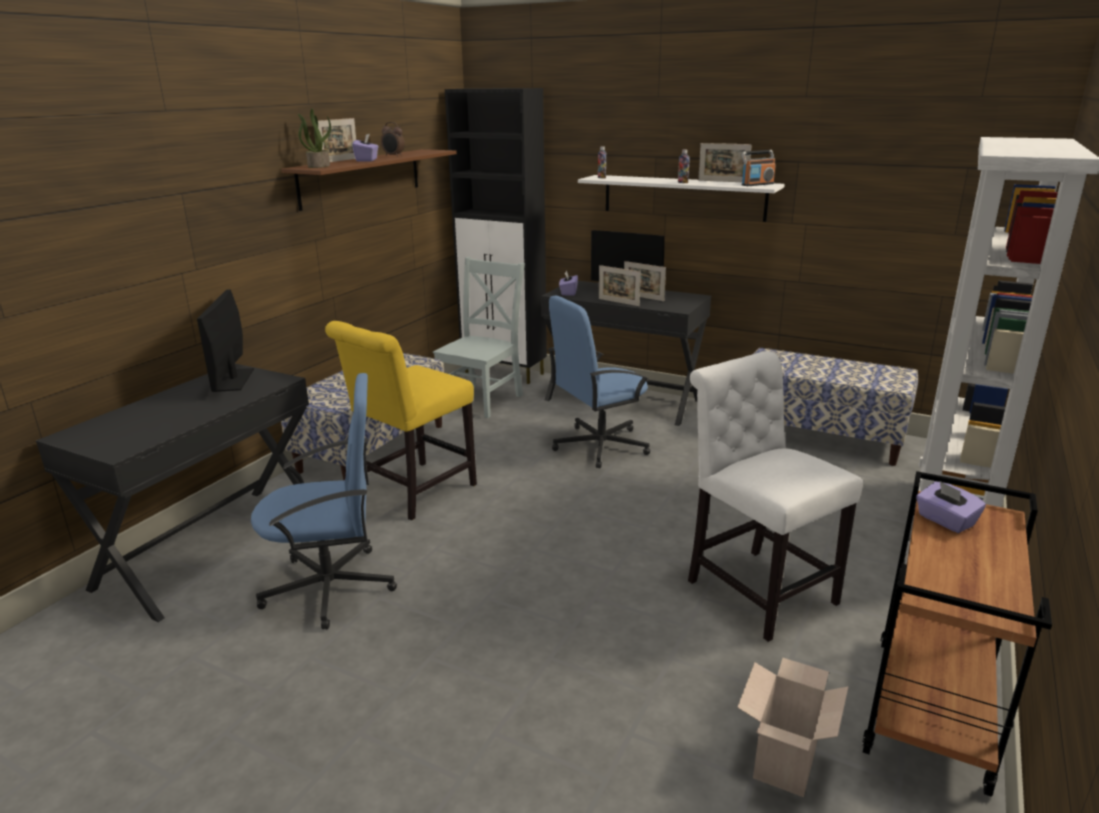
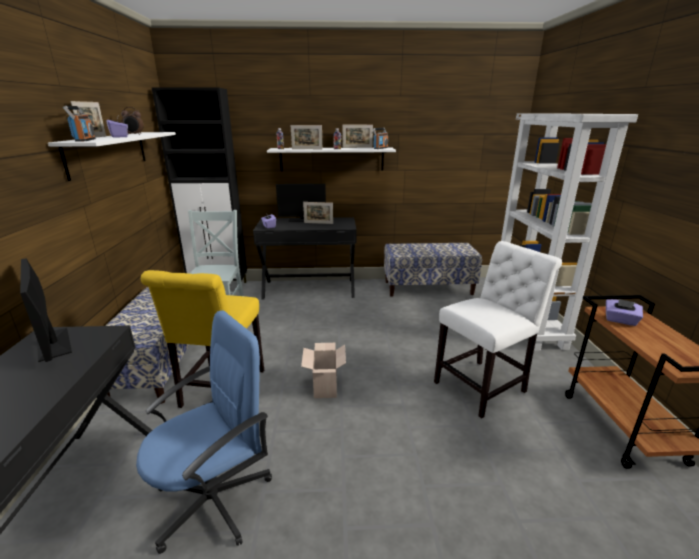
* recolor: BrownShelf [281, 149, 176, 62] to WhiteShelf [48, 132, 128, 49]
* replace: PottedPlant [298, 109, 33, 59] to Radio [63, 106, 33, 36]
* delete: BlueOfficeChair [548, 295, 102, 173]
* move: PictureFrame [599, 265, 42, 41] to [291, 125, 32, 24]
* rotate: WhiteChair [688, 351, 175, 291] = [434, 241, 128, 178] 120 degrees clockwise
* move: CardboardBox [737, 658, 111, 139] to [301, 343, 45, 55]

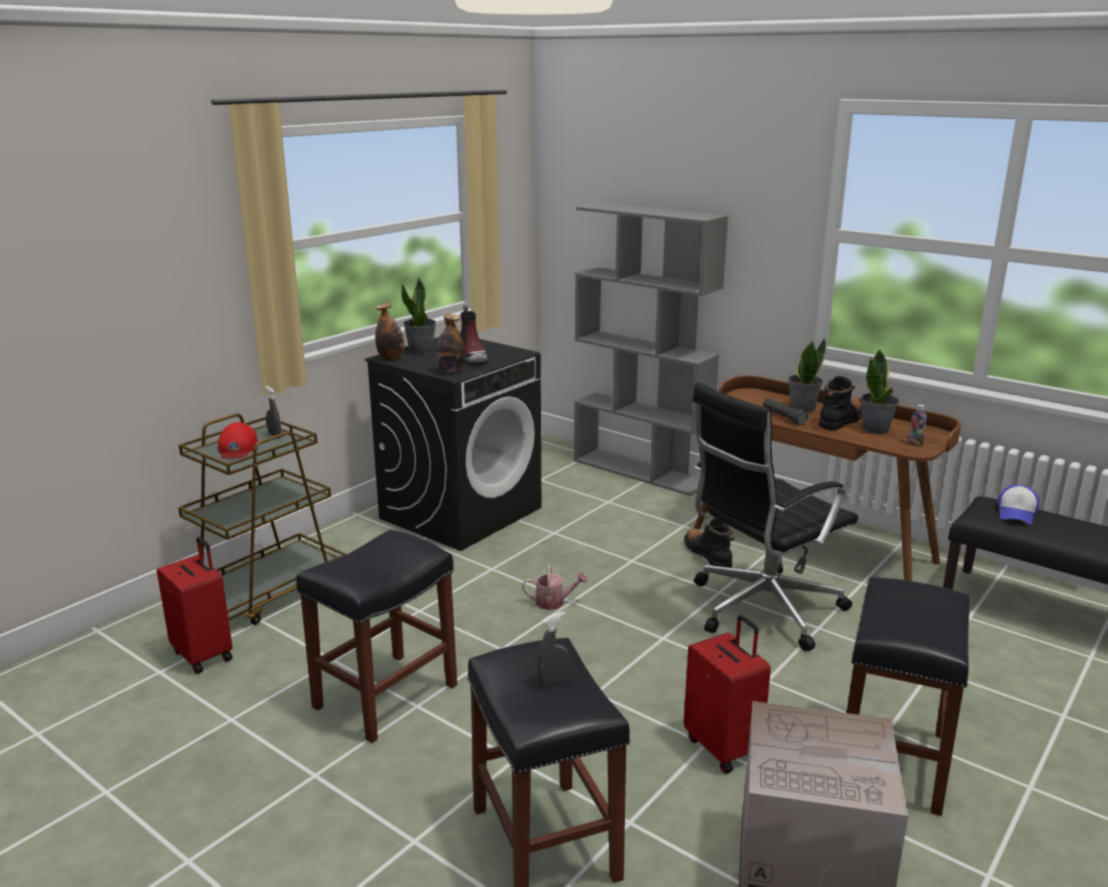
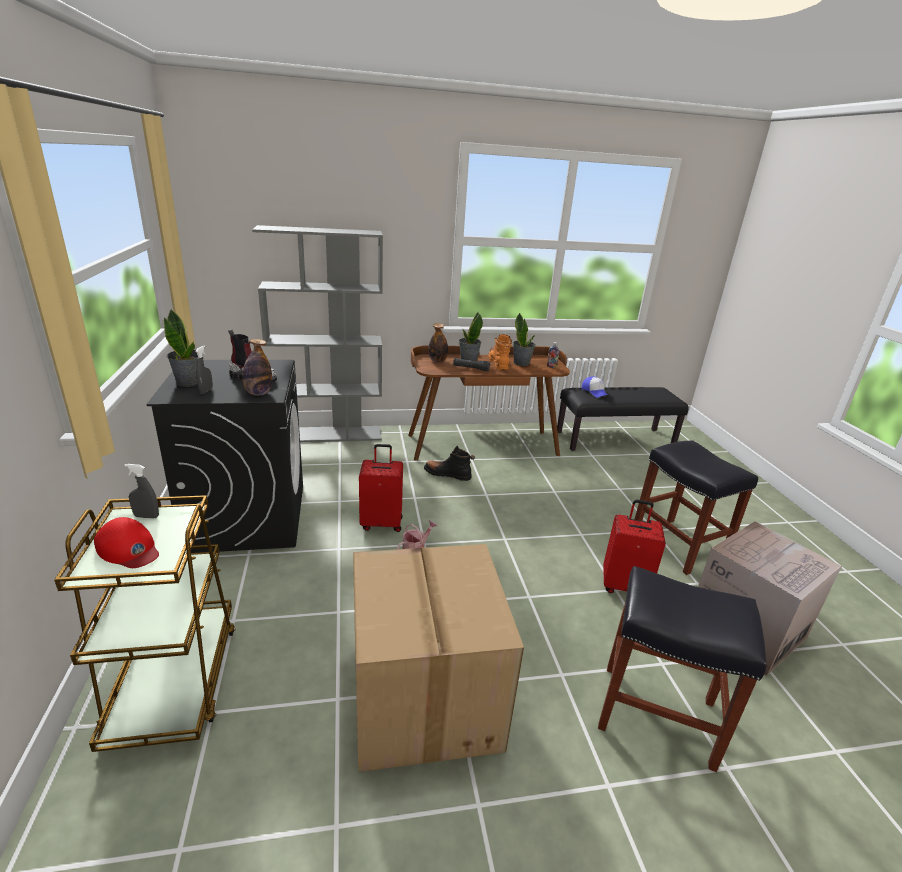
* move: RedSuitcase [157, 537, 76, 137] to [359, 444, 44, 88]
* replace: BlackStool [296, 529, 161, 214] to CardboardBox [353, 544, 171, 228]
* move: Bottle [375, 303, 29, 57] to [429, 323, 19, 39]
* move: GreySprayBottle [537, 612, 32, 75] to [195, 346, 18, 48]
* delete: BlackOfficeChair [692, 382, 166, 269]
* recolor: BlackBoot [819, 376, 44, 55] to OrangeBoot [488, 334, 24, 36]

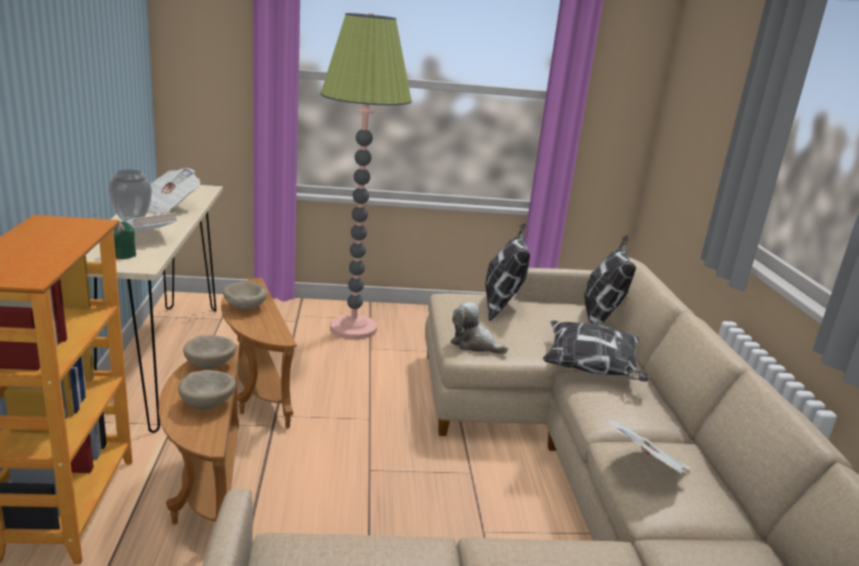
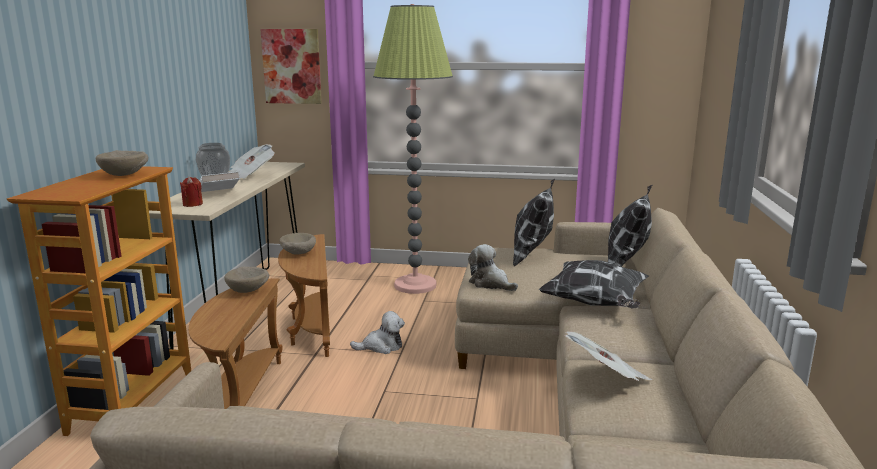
* recolor: GreenCandle [113, 221, 23, 38] to RedCandle [180, 177, 23, 30]
* move: BeigeBowl [178, 370, 58, 40] to [96, 150, 53, 26]
* insert: Picture [260, 29, 62, 75]
* insert: PlushToy [350, 311, 55, 43]

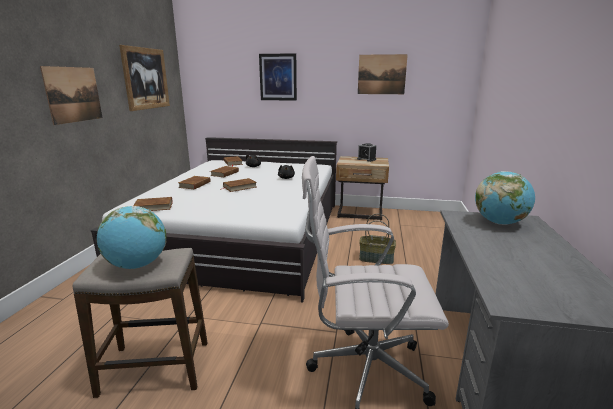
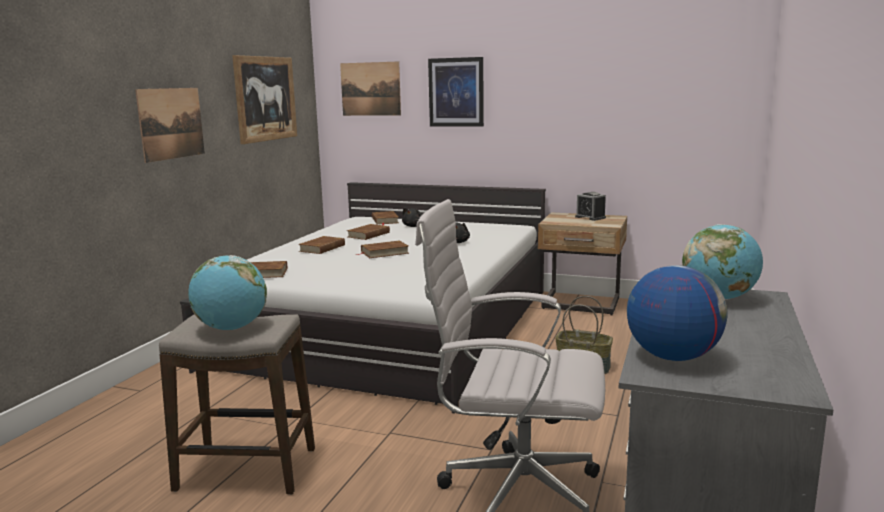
* move: Picture [358, 54, 50, 40] to [340, 61, 61, 55]
* insert: Globe [627, 265, 101, 96]

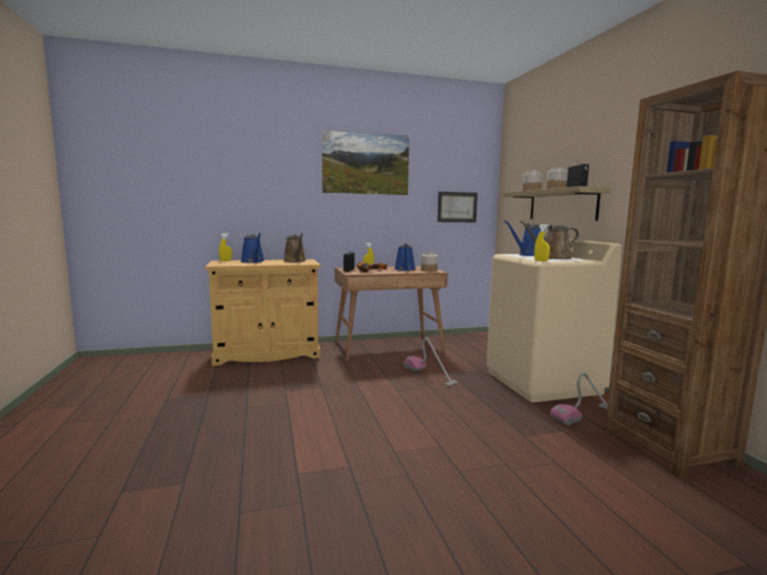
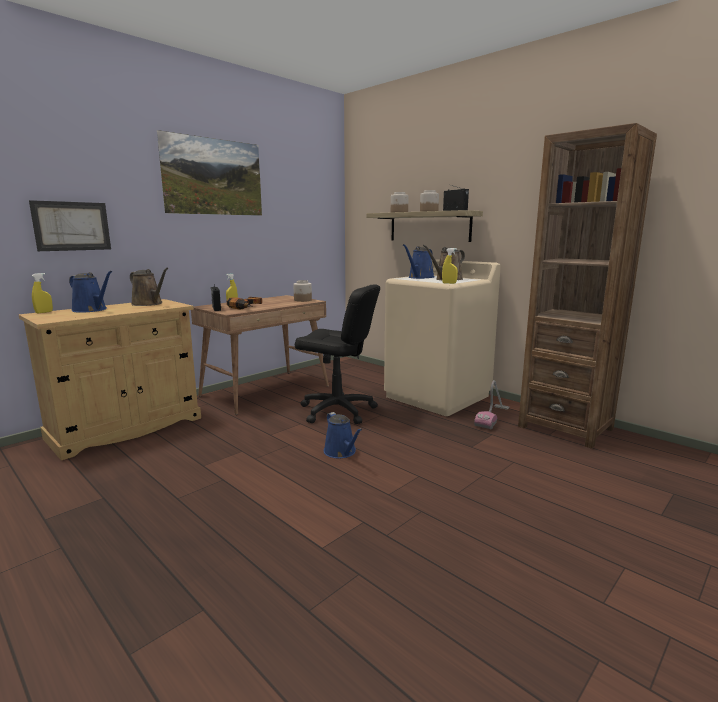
* move: BlueWateringCan [394, 243, 21, 28] to [324, 412, 39, 46]
* replace: VacuumCleaner [403, 338, 55, 48] to BlackOfficeChair [295, 284, 85, 140]
* move: Picture [437, 192, 40, 30] to [29, 200, 82, 51]

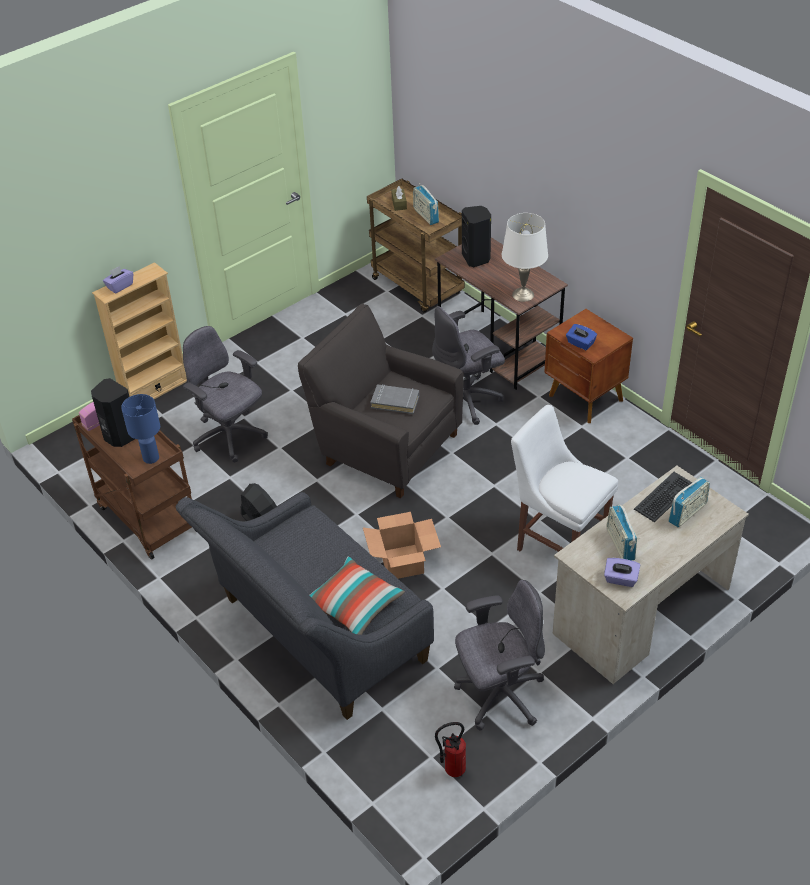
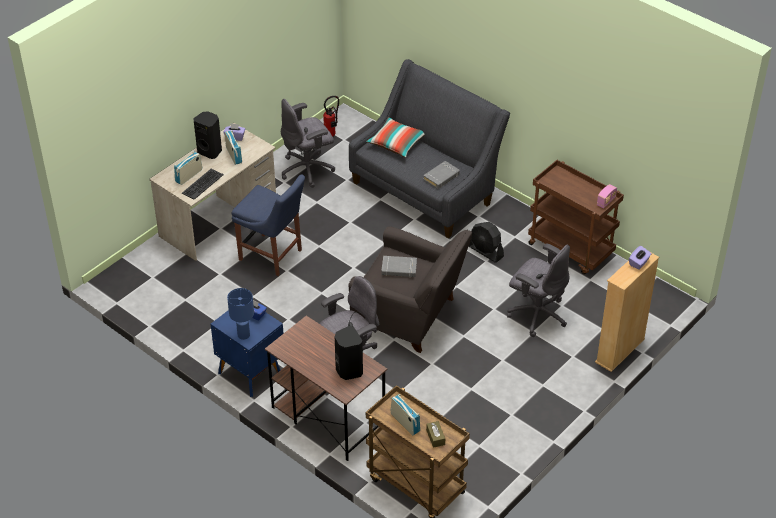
* move: BlackSpeaker [91, 378, 44, 69] to [193, 112, 29, 47]
* move: BlueTableLamp [121, 394, 39, 70] to [227, 288, 27, 52]
* delete: CardboardBox [363, 512, 78, 67]
* delete: WhiteTableLamp [502, 213, 46, 89]
* recolor: WhiteChair [511, 405, 107, 147] to BlueChair [232, 174, 73, 102]
* recolor: BrownNightstand [545, 309, 88, 114] to BlueNightstand [210, 305, 73, 92]
* insert: GreyBook [423, 161, 37, 28]

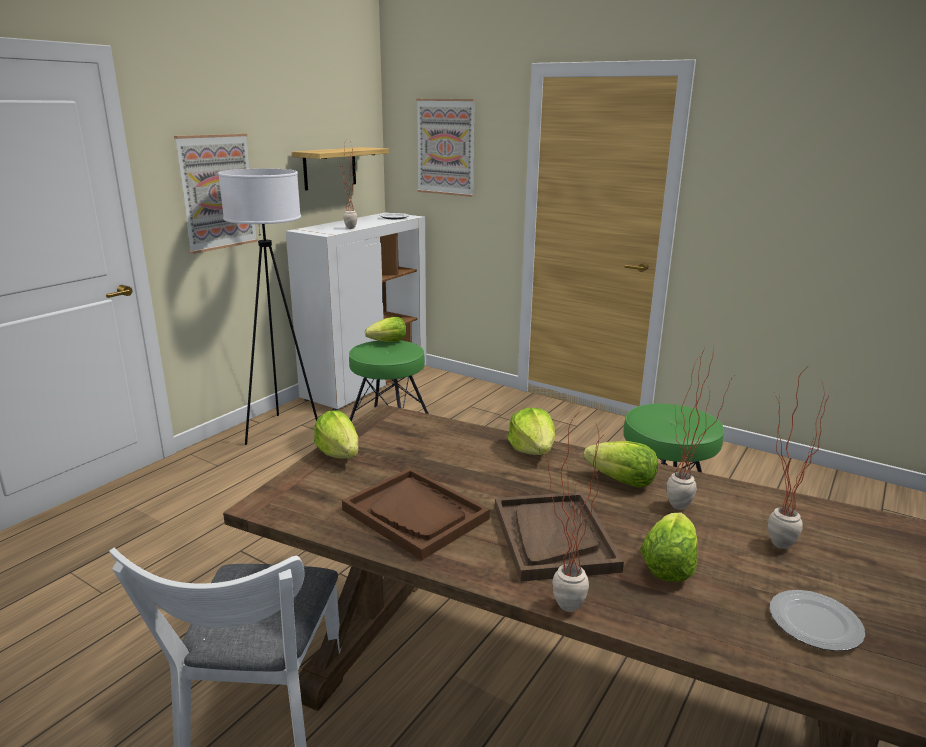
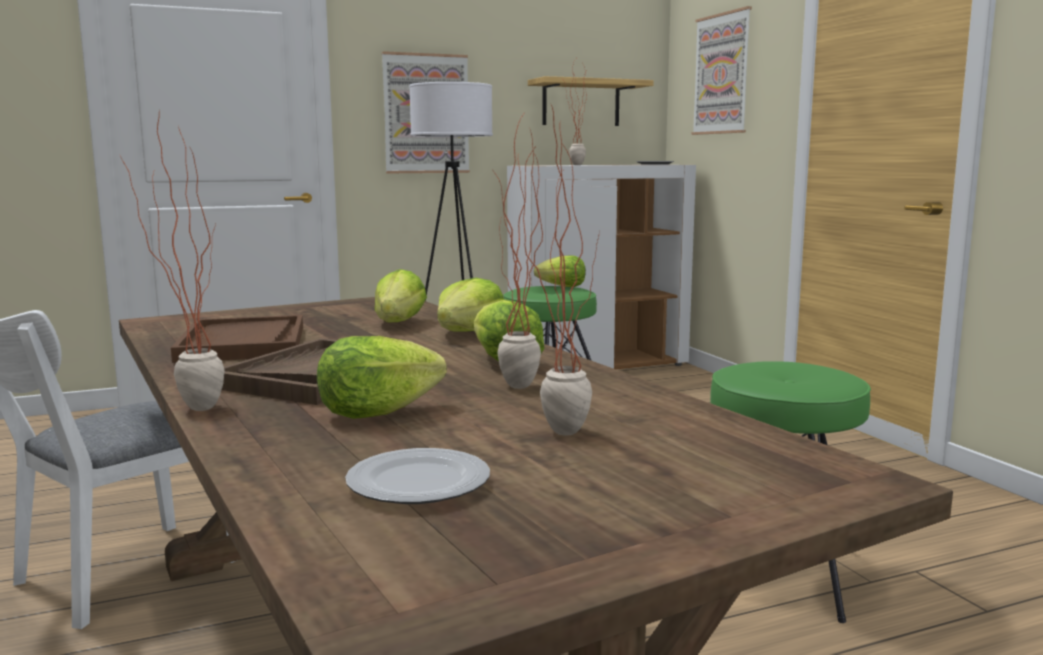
* move: Lettuce [314, 410, 44, 49] to [375, 269, 52, 53]

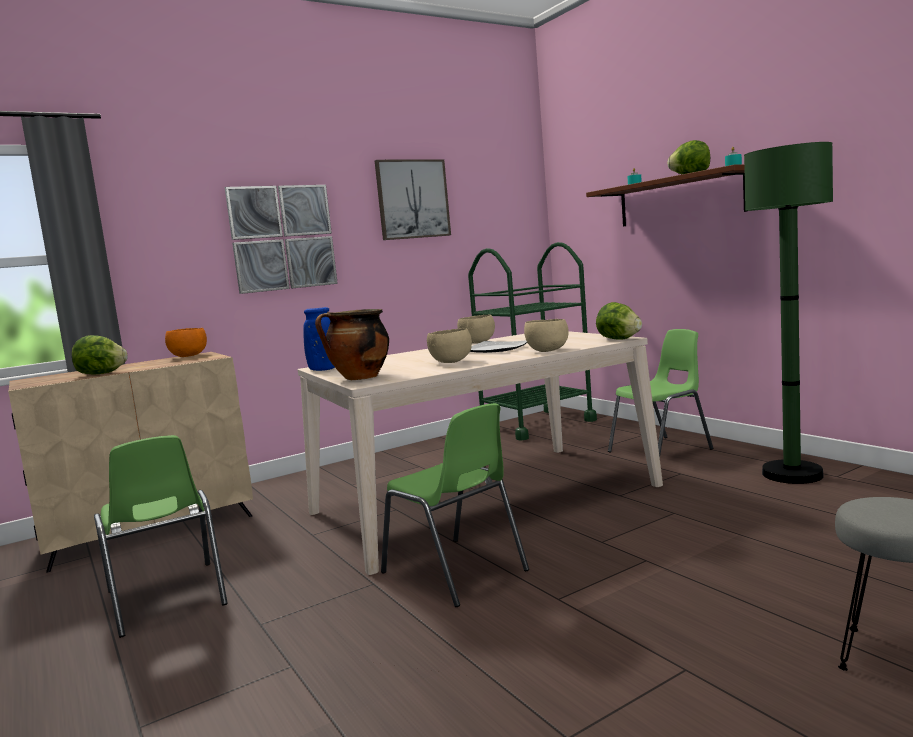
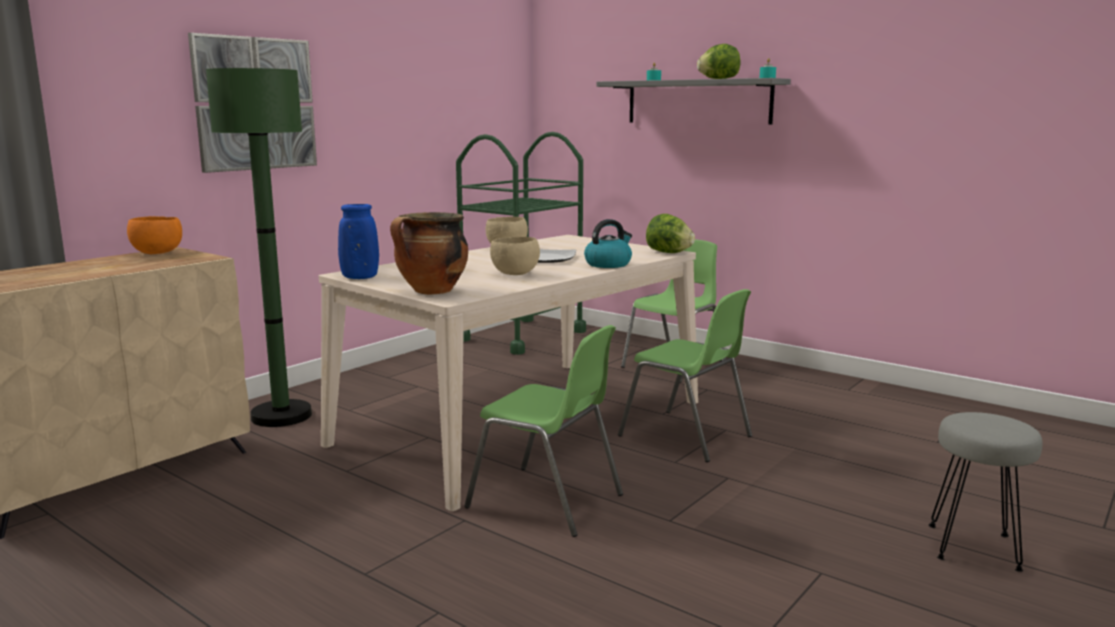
* delete: Lettuce [72, 335, 56, 39]
* move: GreenChair [94, 435, 134, 203] to [618, 289, 134, 173]
* delete: Picture [375, 159, 76, 81]
* replace: BeigeBowl [524, 319, 45, 33] to Kettle [584, 219, 48, 49]
* recolor: BrownShelf [586, 164, 161, 62] to GreyShelf [597, 78, 194, 47]
* move: GreenFloorLamp [744, 142, 89, 342] to [206, 68, 106, 359]

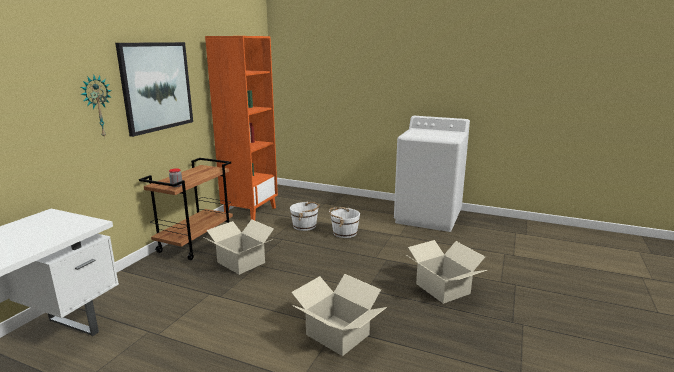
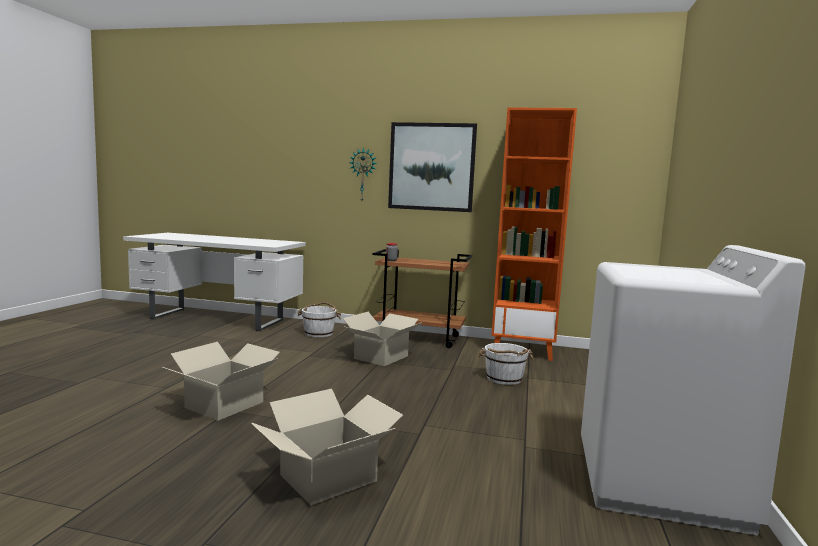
* move: WhiteBucket [329, 207, 31, 31] to [298, 302, 43, 35]

